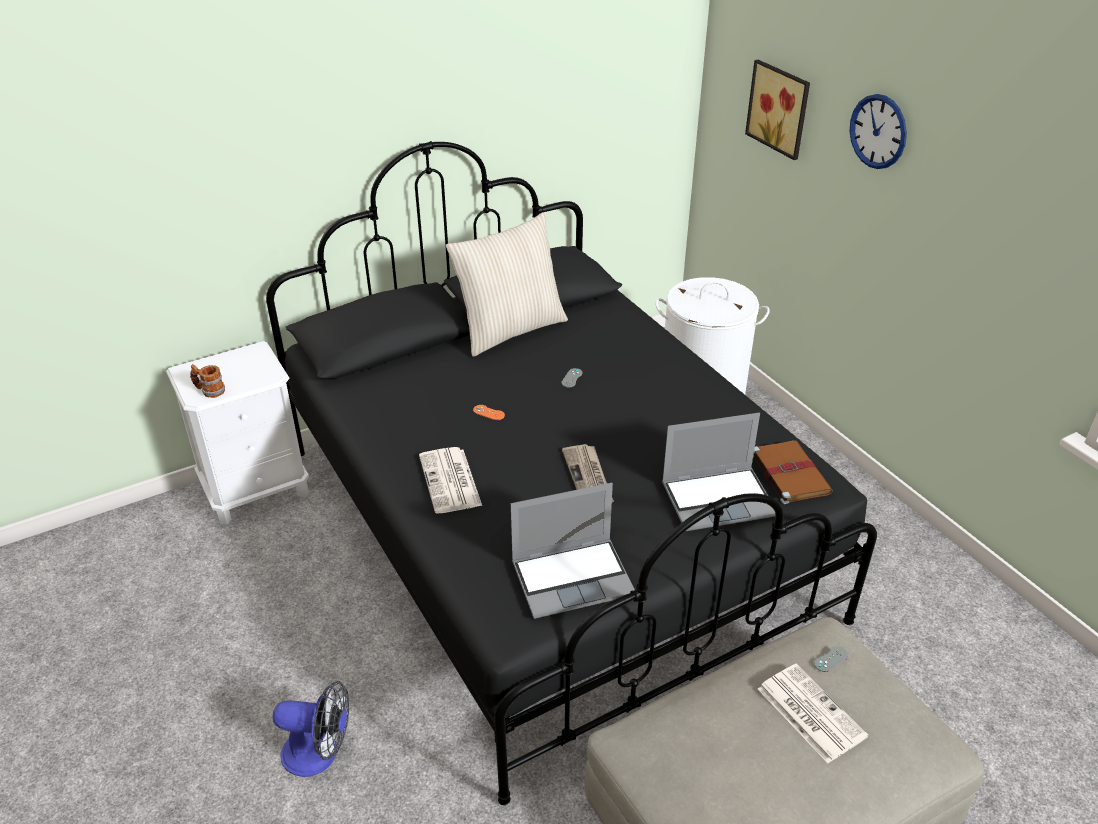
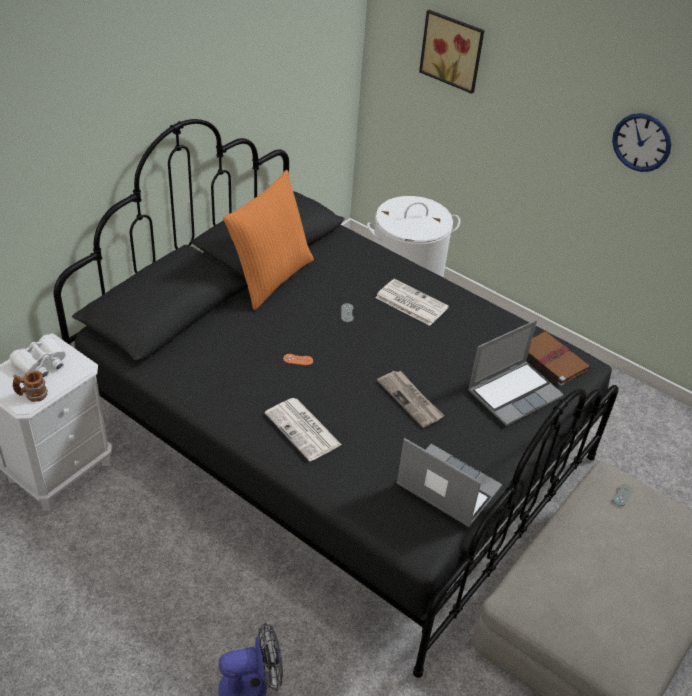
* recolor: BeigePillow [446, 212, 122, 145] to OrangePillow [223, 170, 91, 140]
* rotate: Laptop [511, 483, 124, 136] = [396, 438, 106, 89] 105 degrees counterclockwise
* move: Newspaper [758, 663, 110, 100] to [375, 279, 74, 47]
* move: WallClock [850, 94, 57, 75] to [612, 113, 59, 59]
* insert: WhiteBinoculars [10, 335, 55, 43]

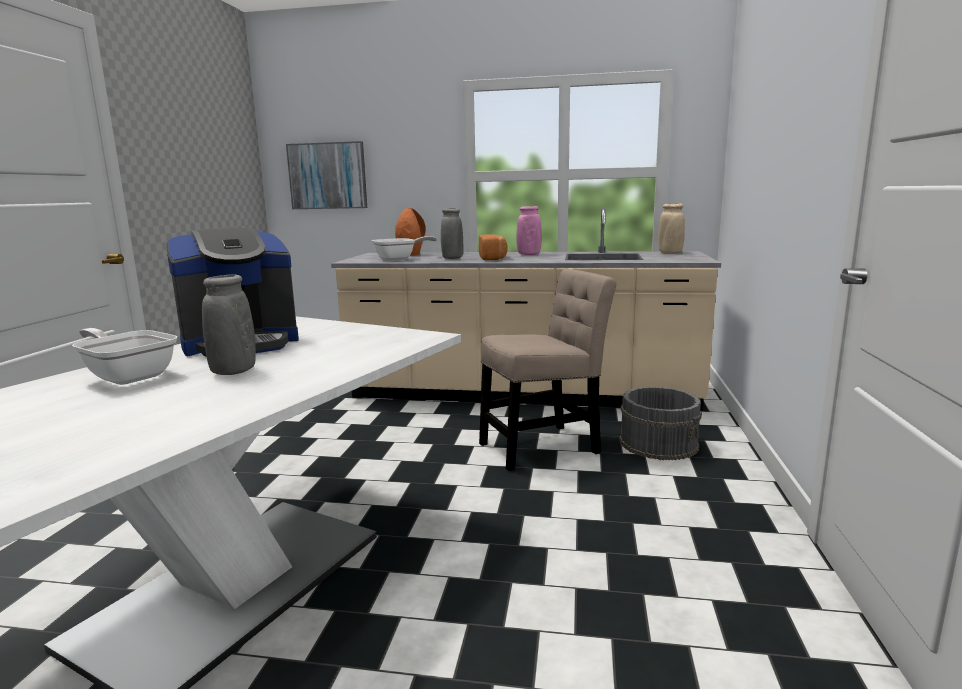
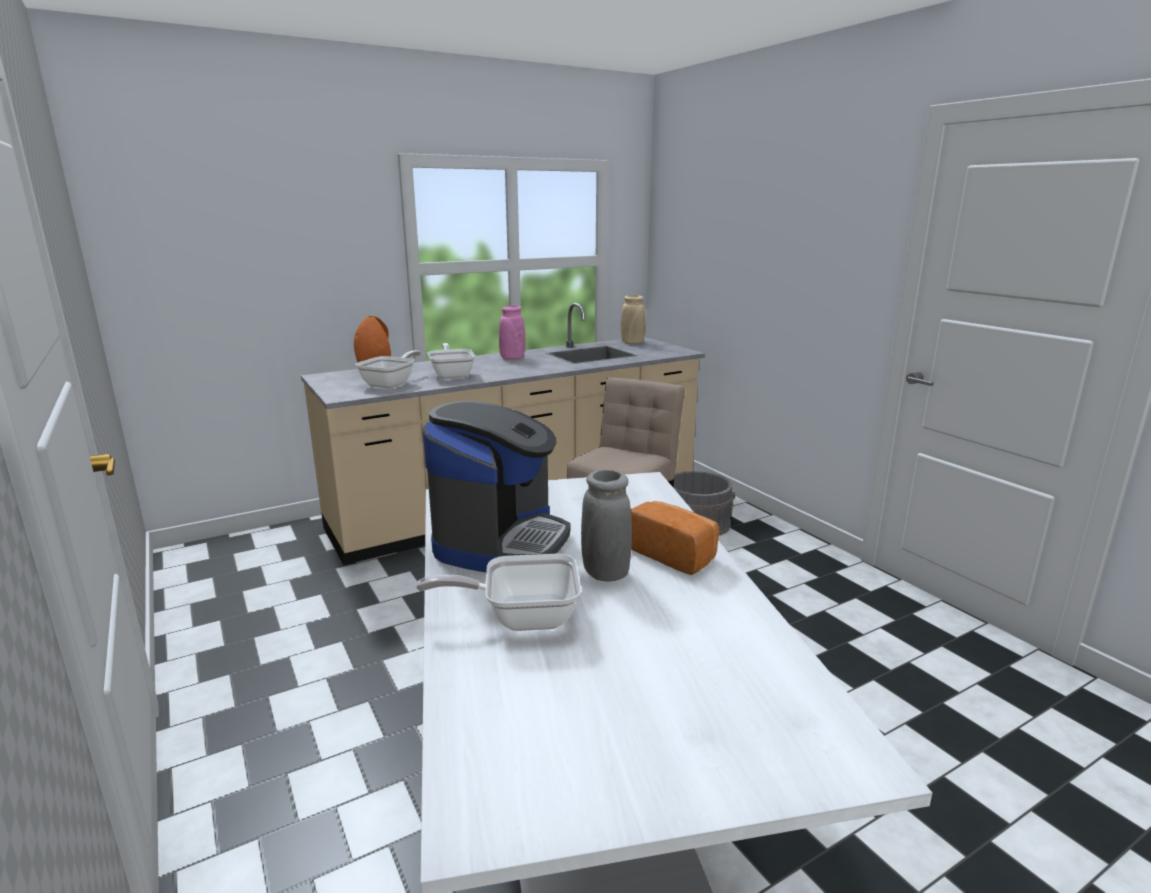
* delete: Picture [286, 141, 81, 68]
* replace: GreyVase [441, 208, 23, 51] to FryingPan [427, 343, 48, 36]
* move: Bread [479, 234, 29, 26] to [631, 501, 88, 74]

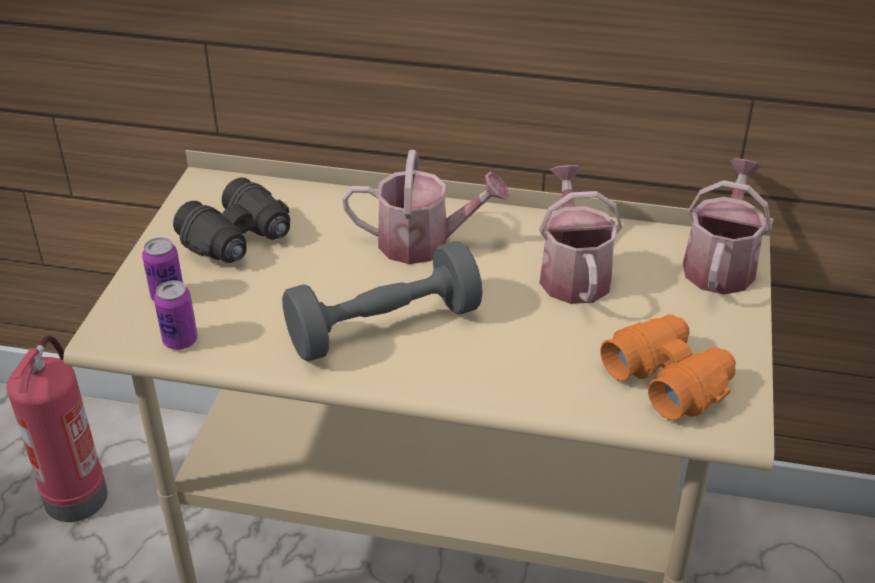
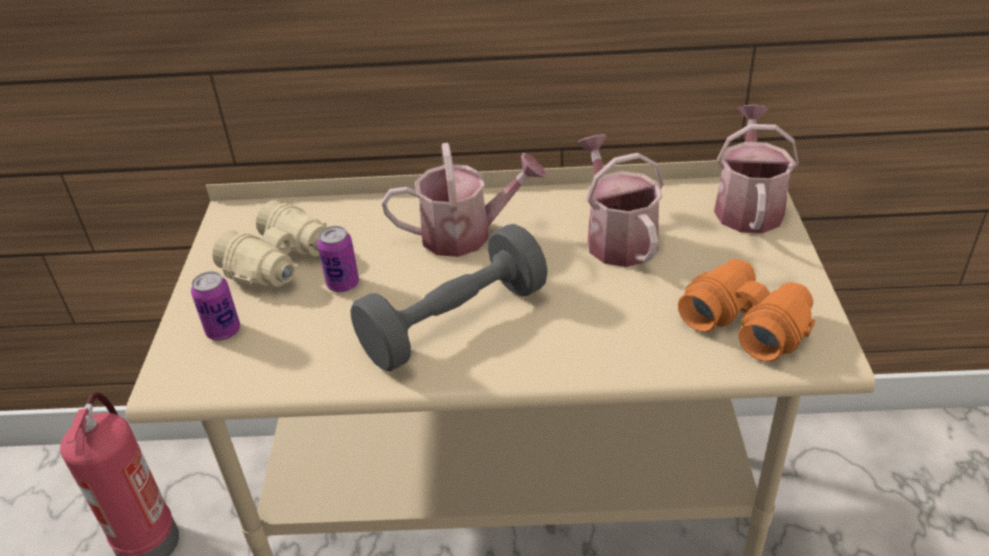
* move: Can [154, 280, 44, 70] to [317, 226, 42, 66]
* recolor: BlackBinoculars [173, 178, 117, 85] to BeigeBinoculars [212, 200, 115, 87]

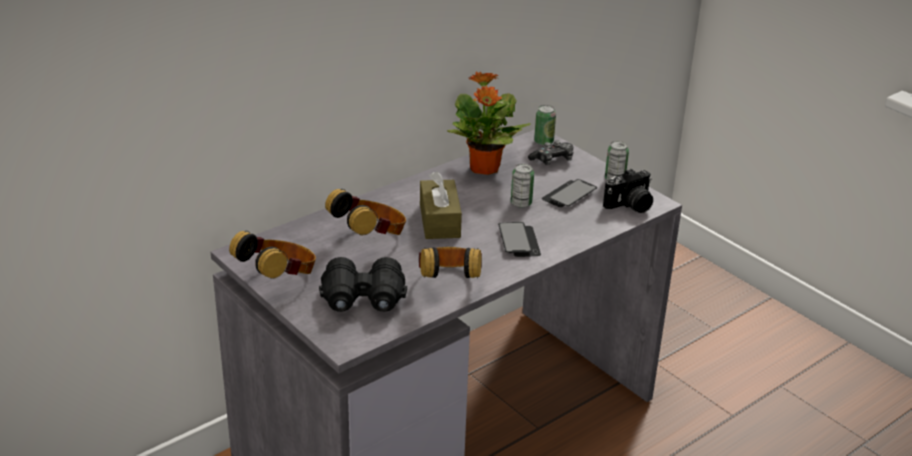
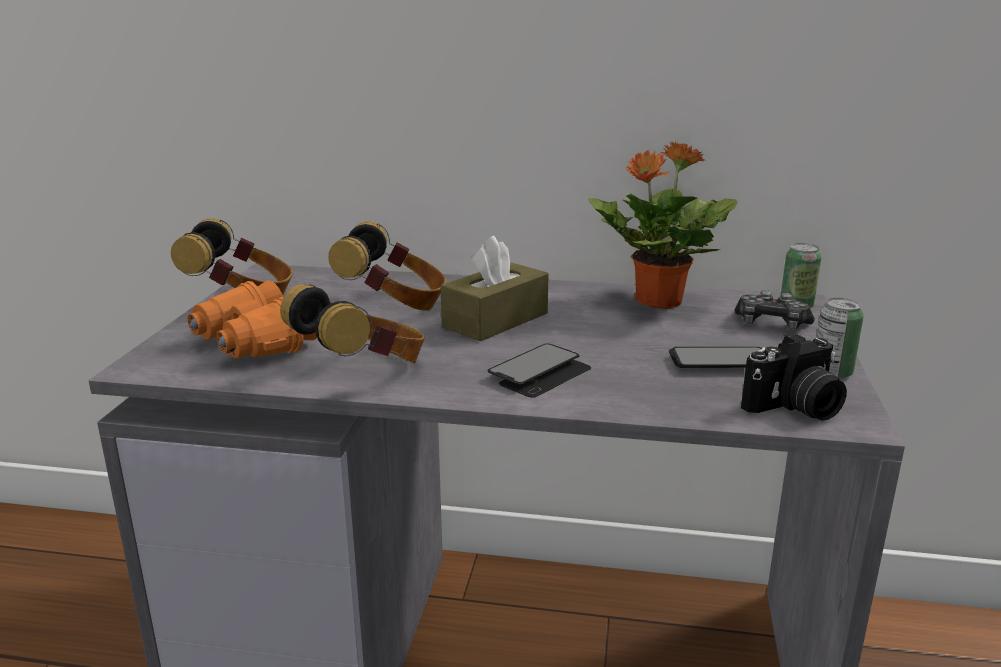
* recolor: BlackBinoculars [319, 257, 88, 55] to OrangeBinoculars [188, 280, 129, 79]
* delete: Can [511, 164, 23, 44]
* rotate: PhotoCamera [603, 169, 50, 44] = [741, 333, 106, 88] 45 degrees counterclockwise

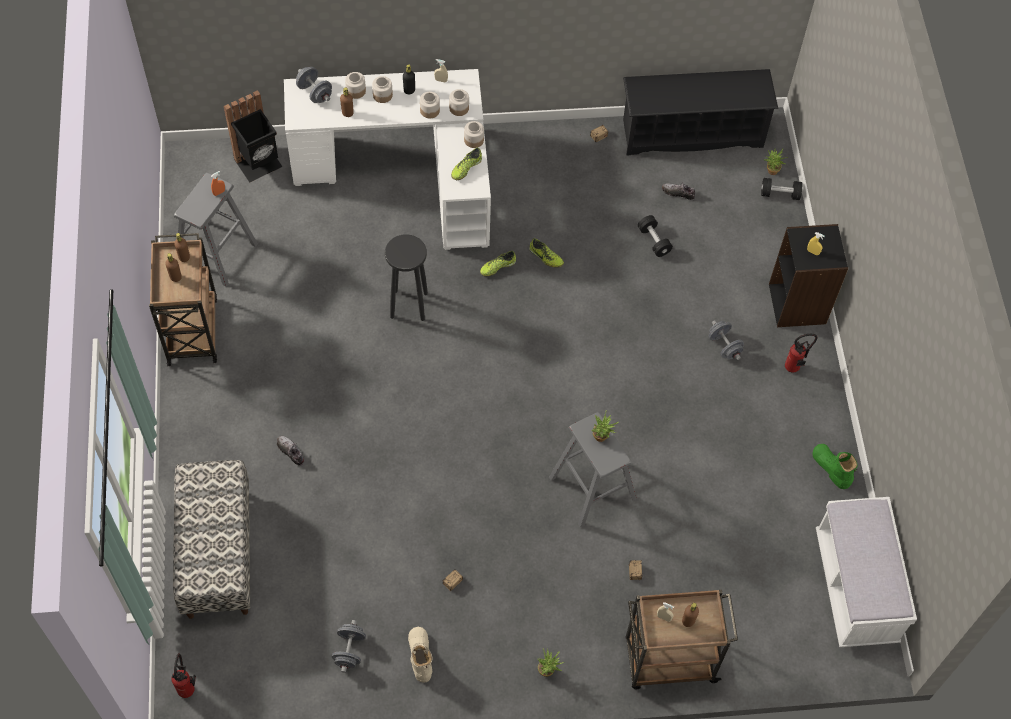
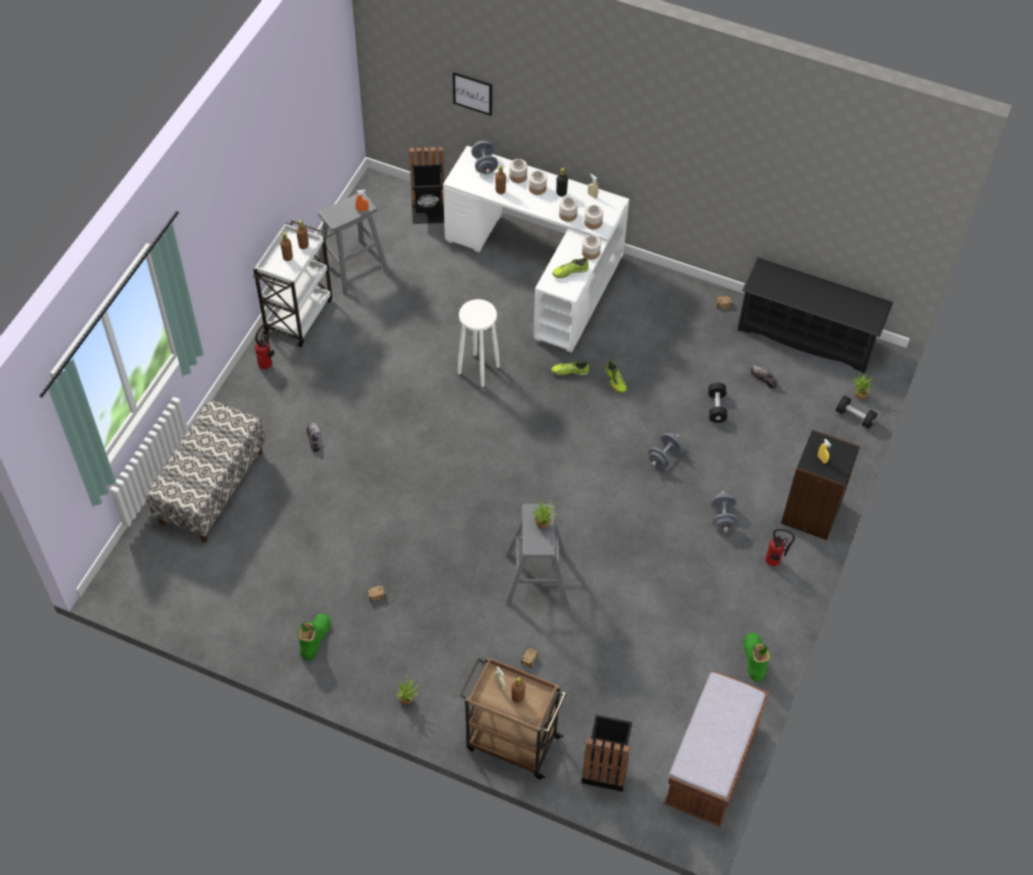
* recolor: BrownCart [149, 233, 68, 133] to WhiteCart [253, 220, 79, 127]
* move: FireExtinguisher [171, 653, 25, 45] to [255, 323, 19, 47]
* move: GreyDumbbell [332, 620, 34, 53] to [648, 433, 34, 35]
* recolor: BlackStool [385, 234, 43, 87] to WhiteStool [457, 299, 43, 88]
* recolor: BeigeBoot [408, 627, 25, 56] to GreenBoot [297, 614, 34, 47]
* recolor: WhiteBench [816, 497, 101, 150] to BrownBench [663, 670, 107, 157]
* insert: Picture [453, 72, 39, 44]
* insert: BlackTrashCan [581, 715, 51, 77]

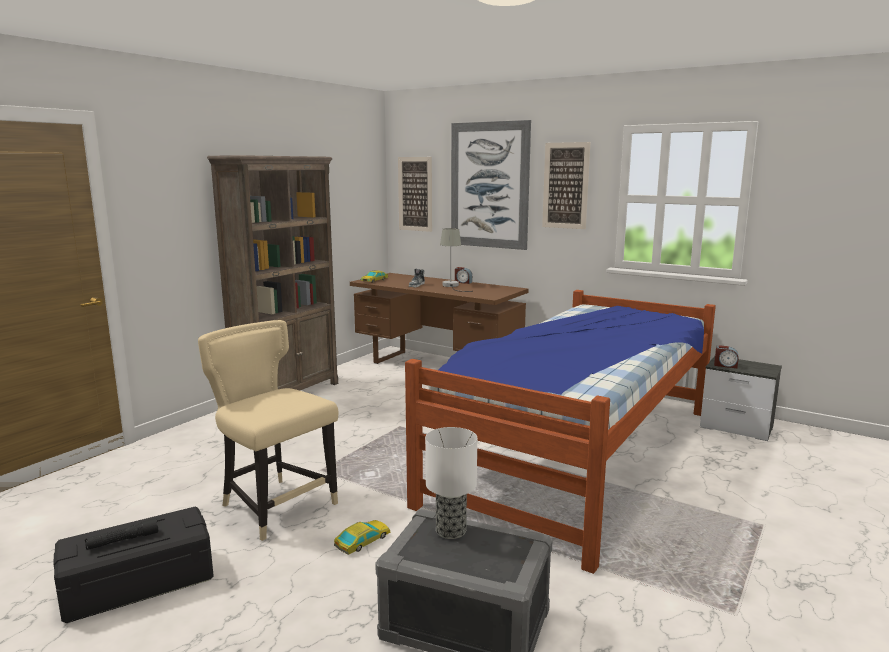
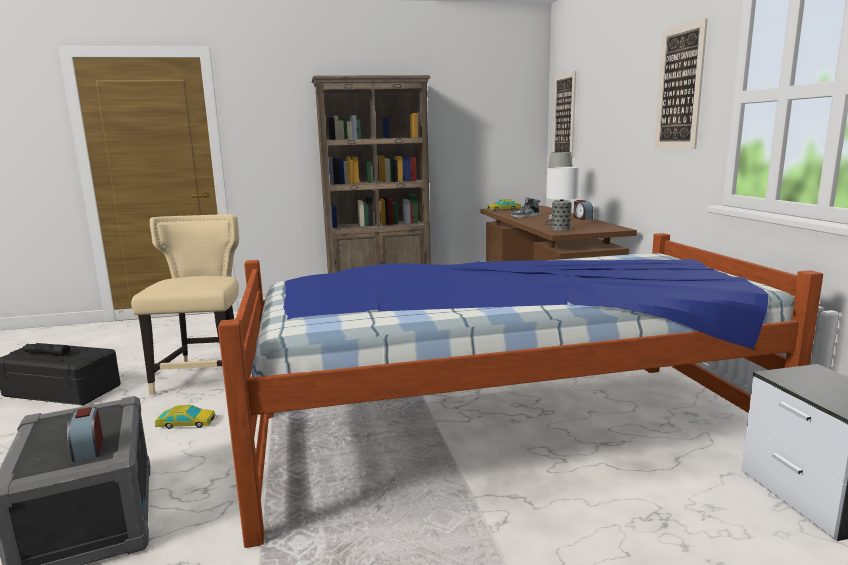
* move: TableLamp [425, 427, 52, 112] to [546, 167, 33, 64]
* delete: Picture [451, 120, 80, 130]
* move: AlarmClock [714, 345, 25, 23] to [67, 407, 36, 55]

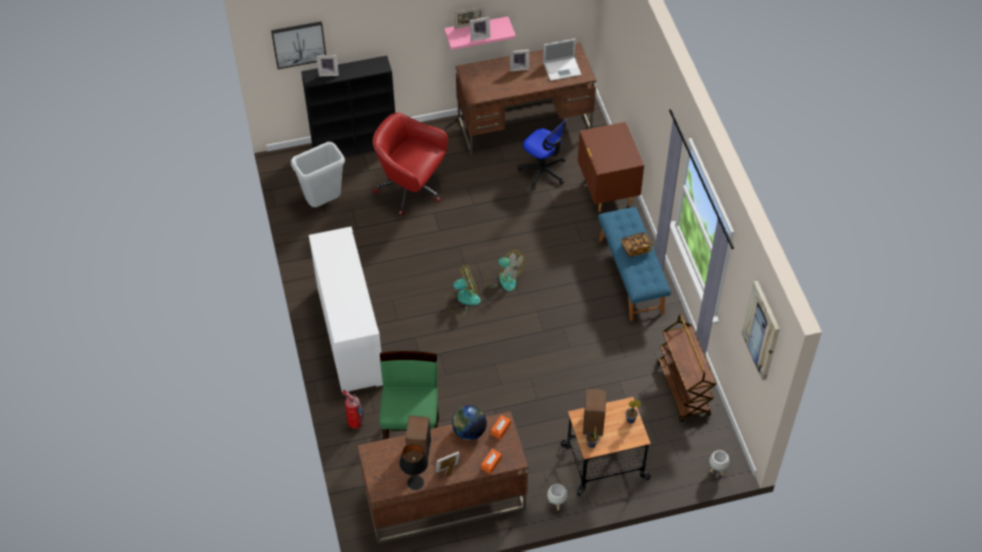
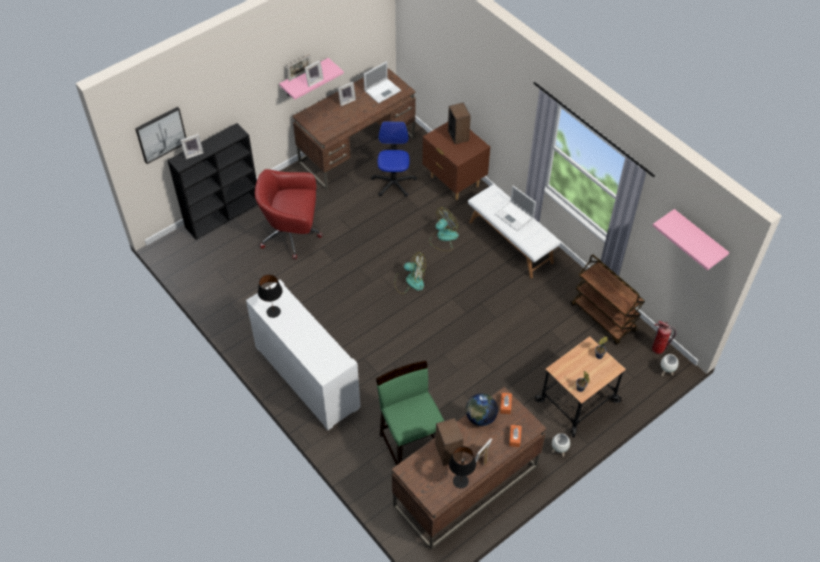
* delete: GreyTrashCan [291, 142, 54, 65]
* move: FireExtinguisher [342, 390, 22, 39] to [652, 321, 24, 33]
* move: Fan [445, 265, 36, 51] to [429, 207, 30, 44]
* rotate: OfficeChair [518, 119, 49, 71] = [371, 121, 46, 76] 105 degrees counterclockwise
* move: Speaker [583, 388, 24, 48] to [448, 103, 23, 41]
* recolor: BlueBench [598, 207, 73, 114] to WhiteBench [468, 184, 92, 94]
* replace: Book [621, 232, 31, 25] to Laptop [495, 186, 41, 45]
* replace: Picture [742, 281, 38, 100] to PinkShelf [653, 209, 76, 61]
* insert: BlackTableLamp [258, 274, 24, 44]

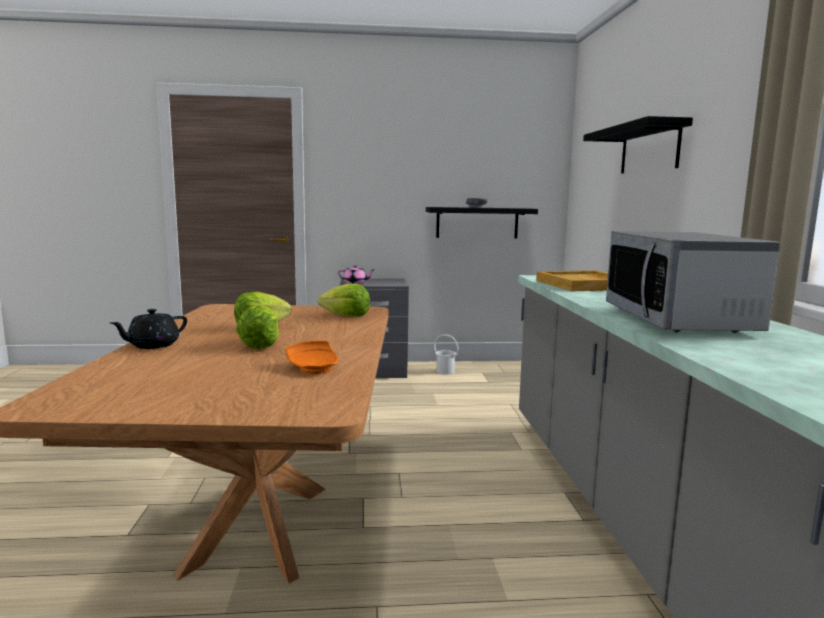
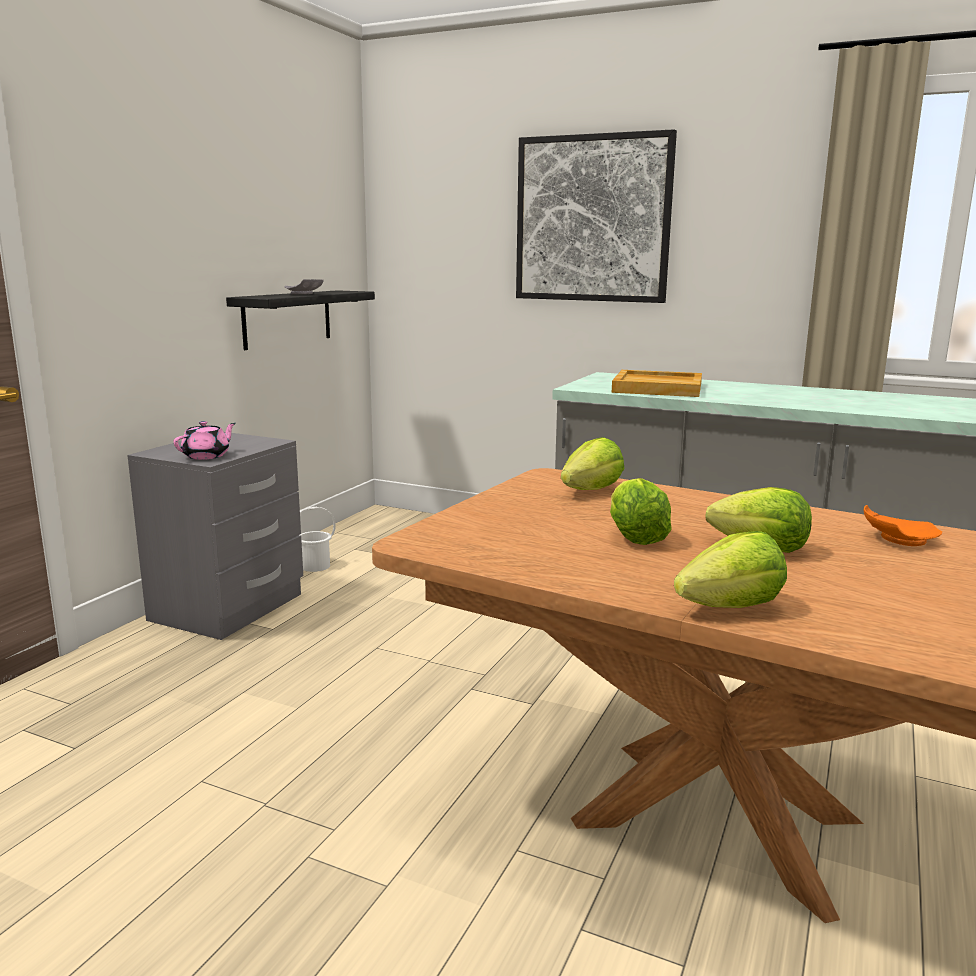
* replace: BlackTeapot [110, 309, 77, 40] to Lettuce [674, 531, 113, 77]
* replace: BlackShelf [583, 116, 110, 58] to Picture [516, 129, 161, 174]
* delete: Microwave [606, 231, 174, 102]

